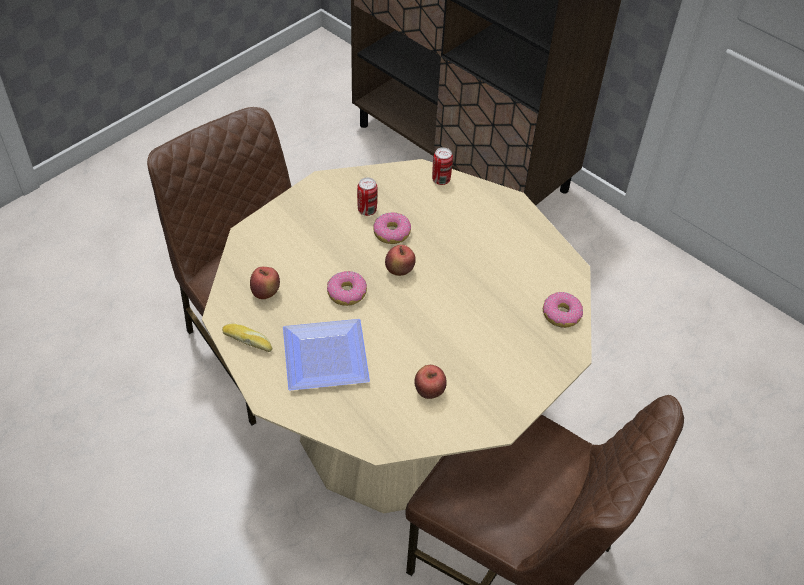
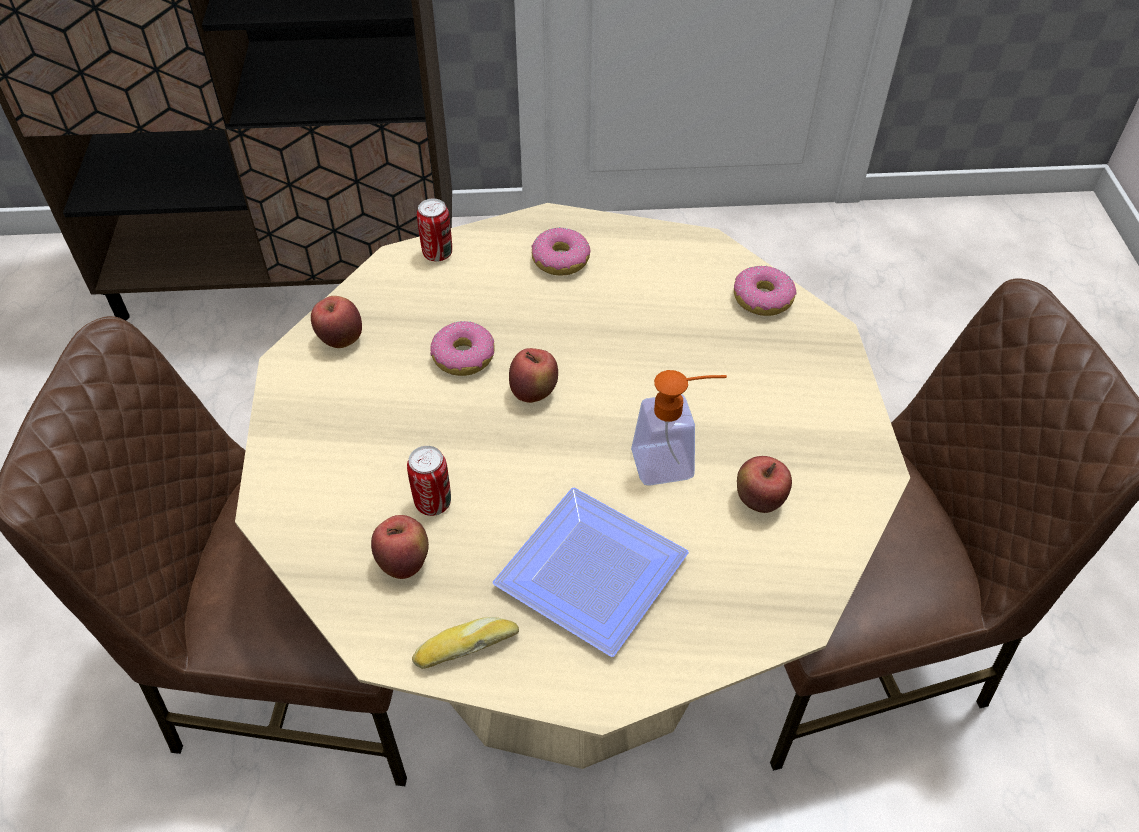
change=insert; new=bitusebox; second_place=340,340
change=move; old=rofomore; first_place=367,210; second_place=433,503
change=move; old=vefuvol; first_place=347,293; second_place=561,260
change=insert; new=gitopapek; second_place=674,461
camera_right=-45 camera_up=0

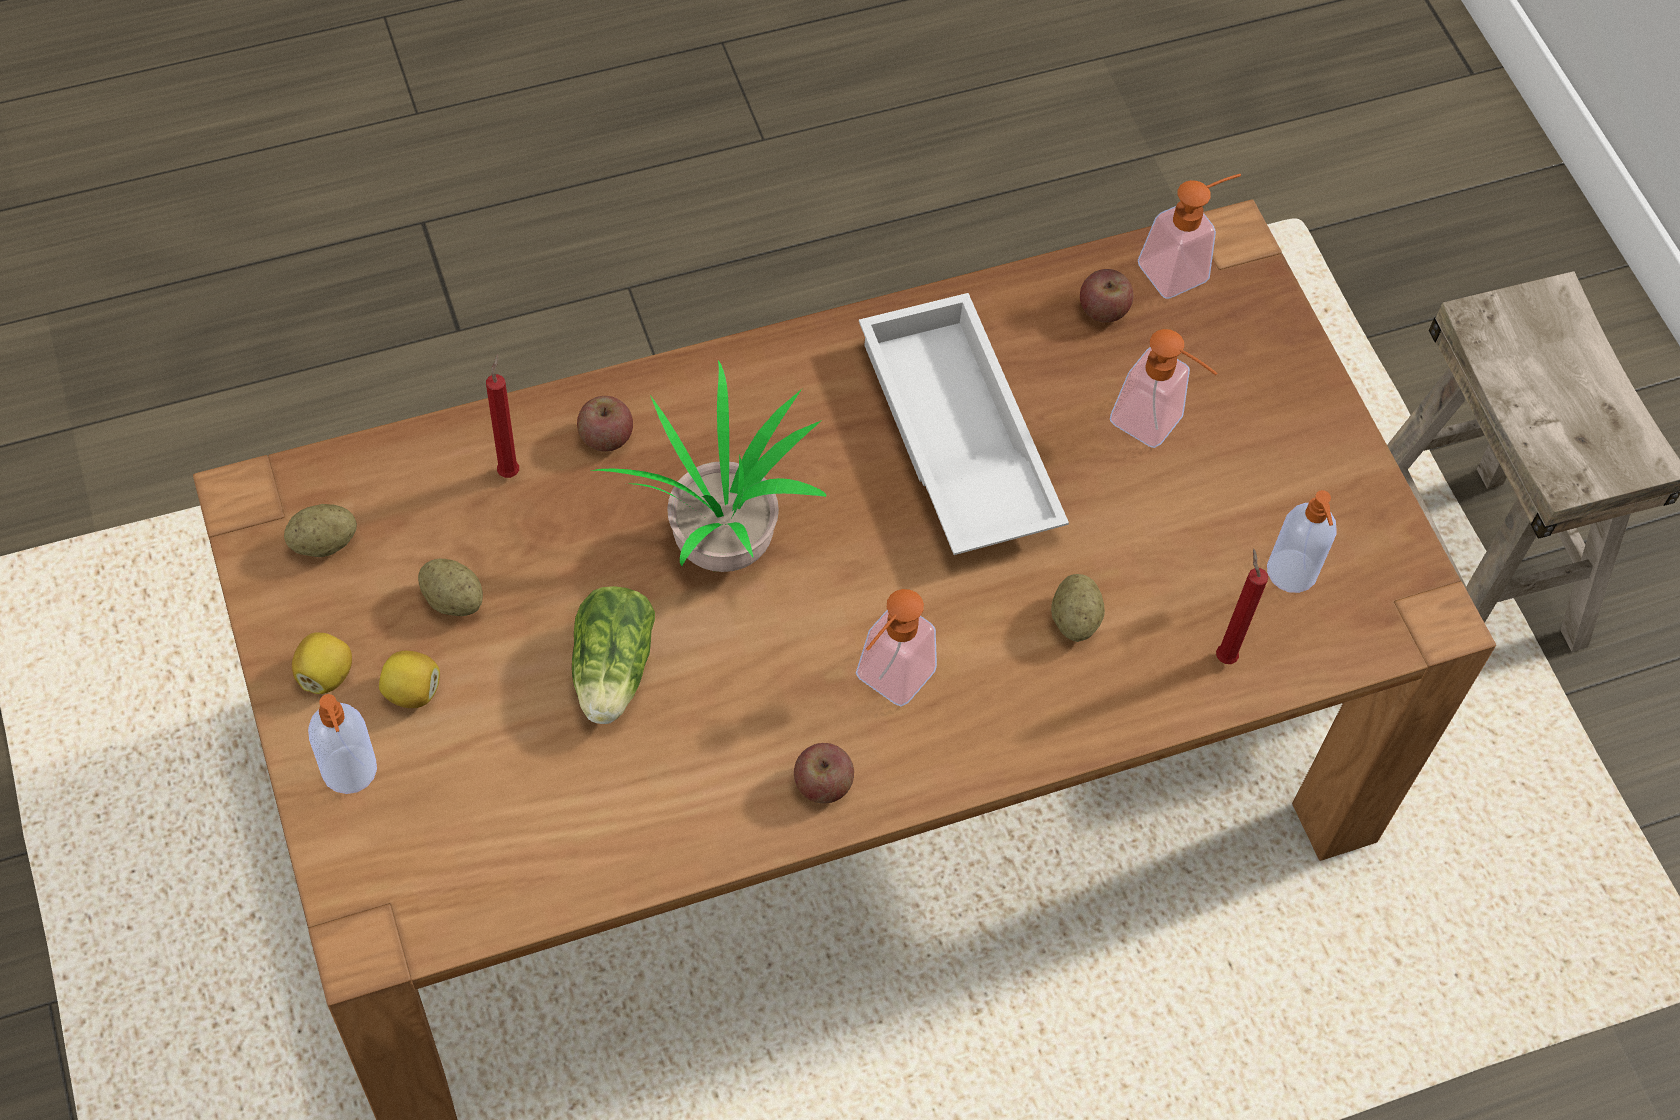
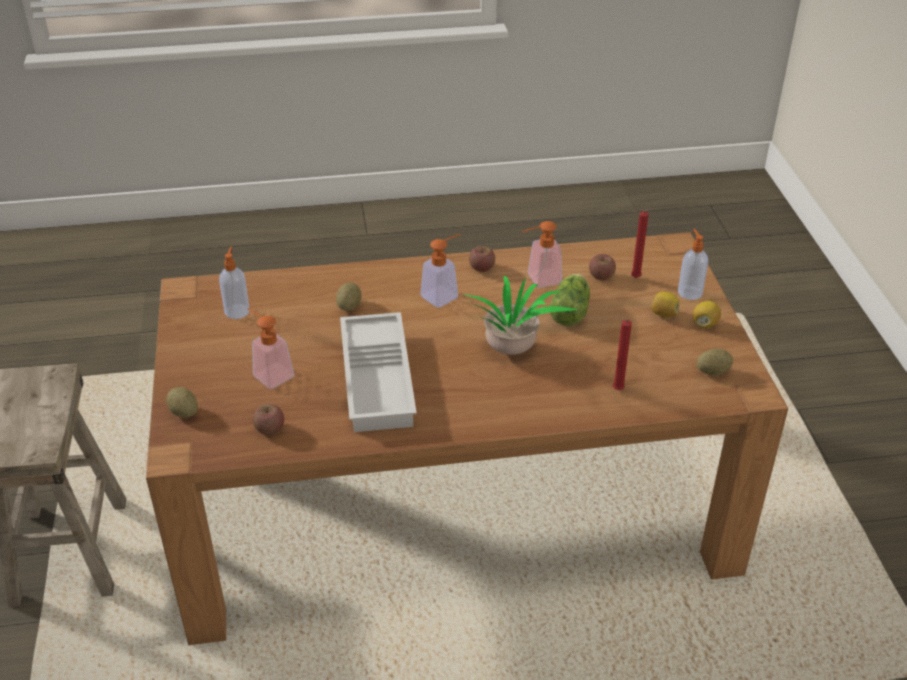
change=move; old=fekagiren; first_place=453,600; second_place=184,412
change=move; old=gitopapek; first_place=1183,268; second_place=538,280
change=move; old=bitusebox; first_place=606,437; second_place=601,276
change=move; old=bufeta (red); first_place=1224,655; second_place=636,279
camera_right=-165 camera_up=-20

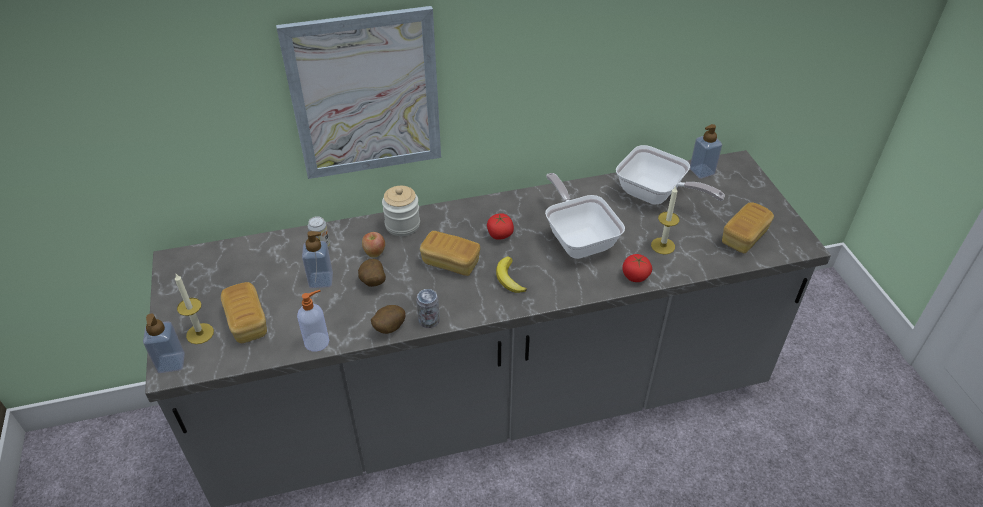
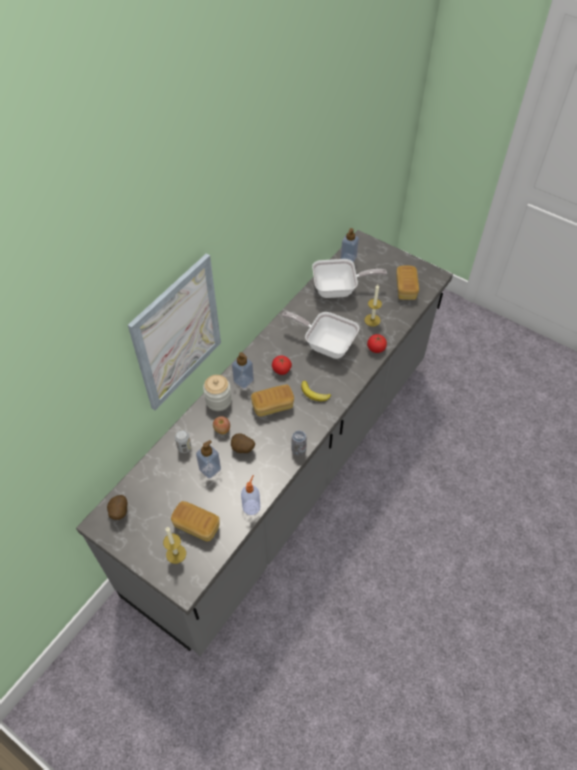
change=move; old=fekagiren; first_place=388,328; second_place=119,512
change=move; old=gitopapek; first_place=171,362; second_place=243,381
camera_right=-40 camera_up=10

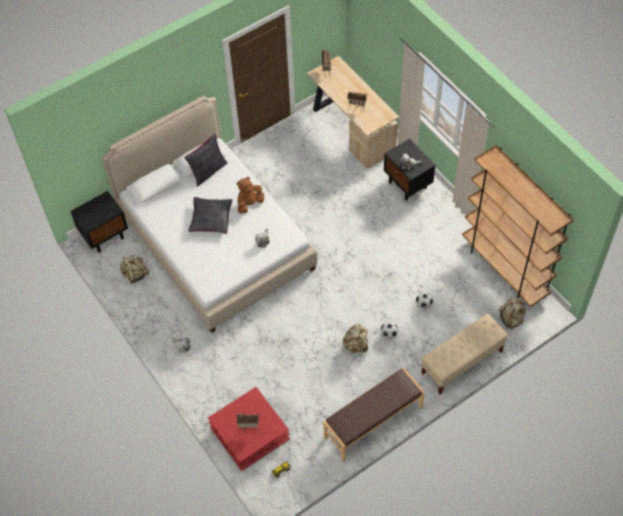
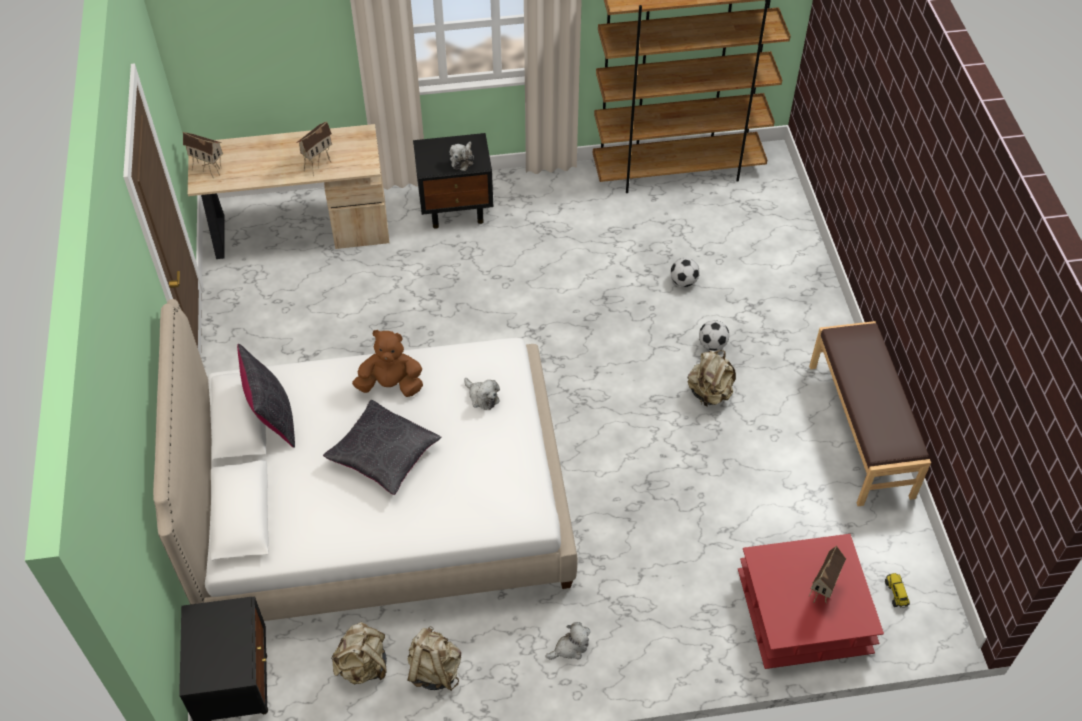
change=rotate; old=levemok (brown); first_place=249,203; second_place=391,385; degrees=105
change=move; old=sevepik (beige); first_place=511,319; second_place=434,670
change=delete; old=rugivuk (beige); first_place=461,363
camera_right=-65 camera_up=-5

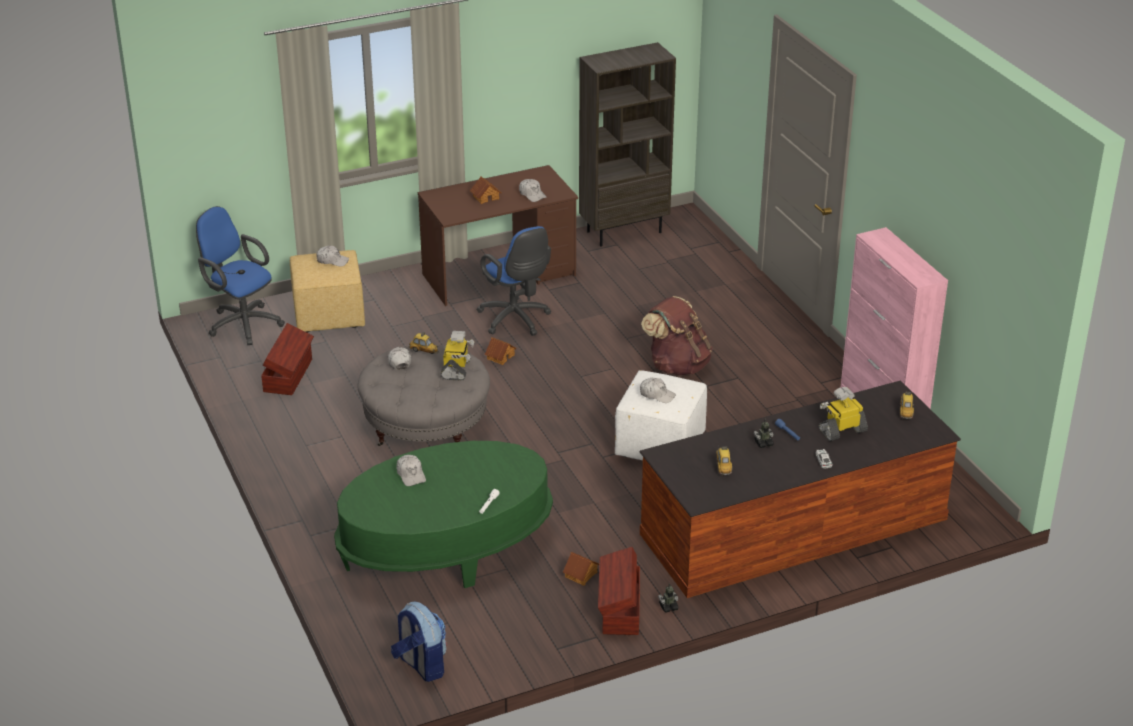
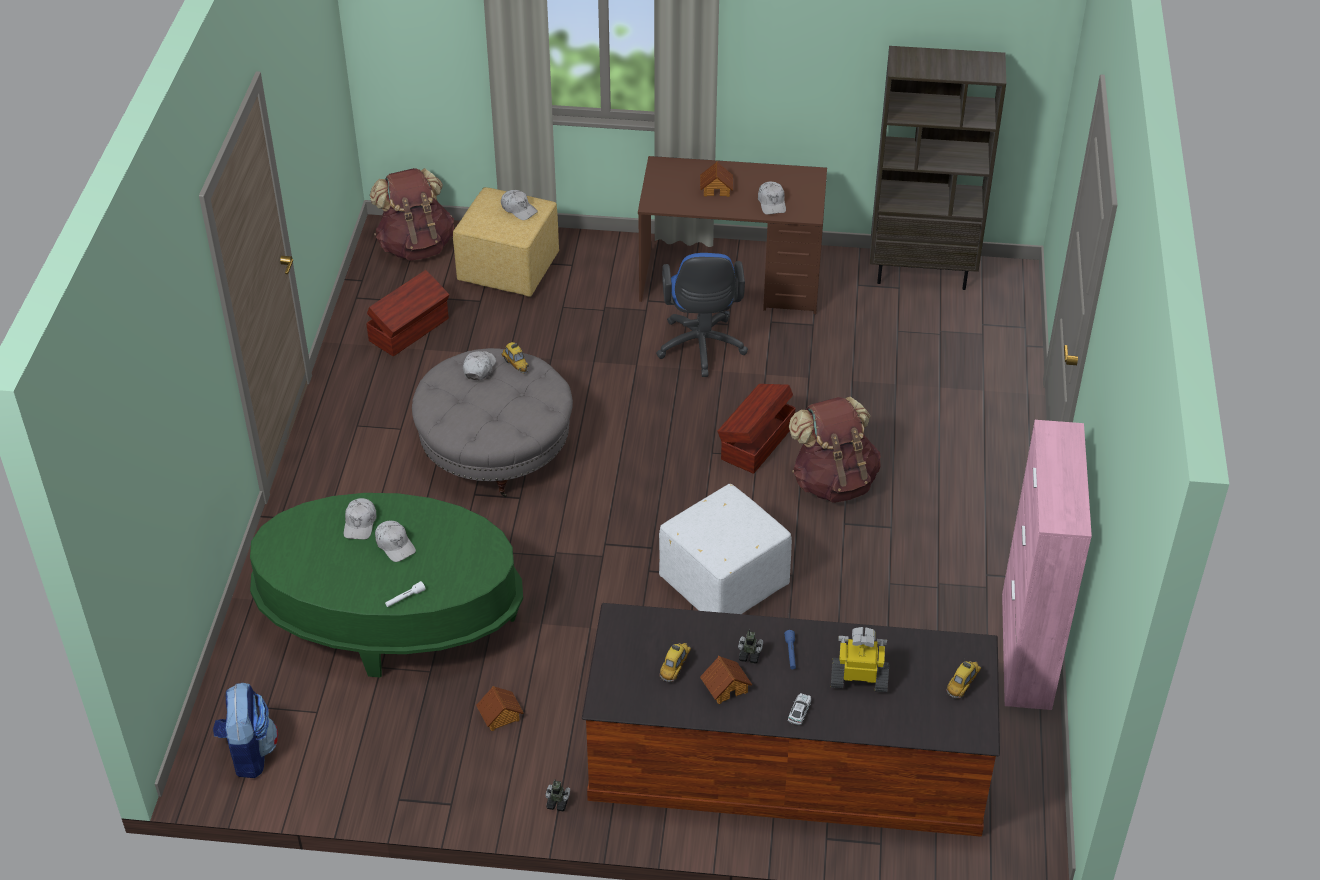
change=replace; old=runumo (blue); new=sevepik (brown); first_place=242,323; second_place=416,246
change=move; old=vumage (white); first_place=657,395; second_place=395,545
change=move; old=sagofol; first_place=500,357; second_place=725,687
change=move; old=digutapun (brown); first_place=619,609; second_place=756,442
change=delete; old=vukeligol; first_place=456,369
camera_right=30 camera_up=10

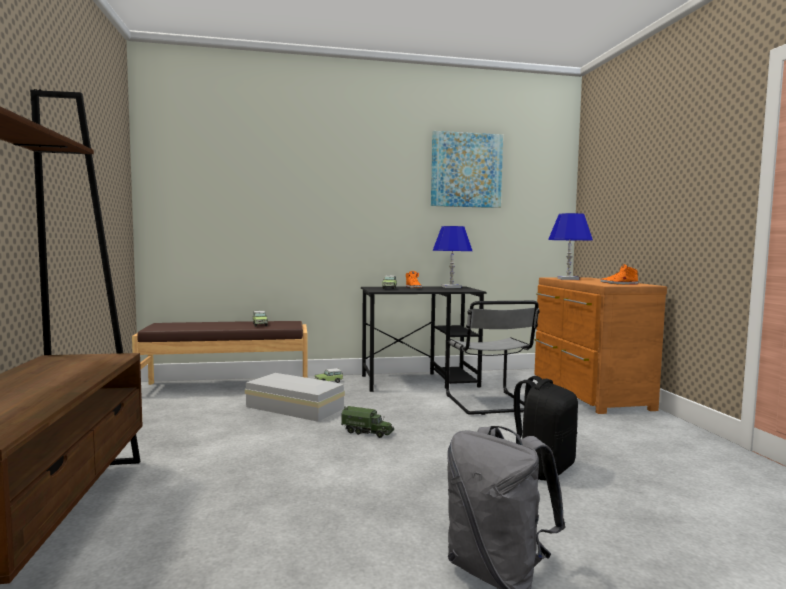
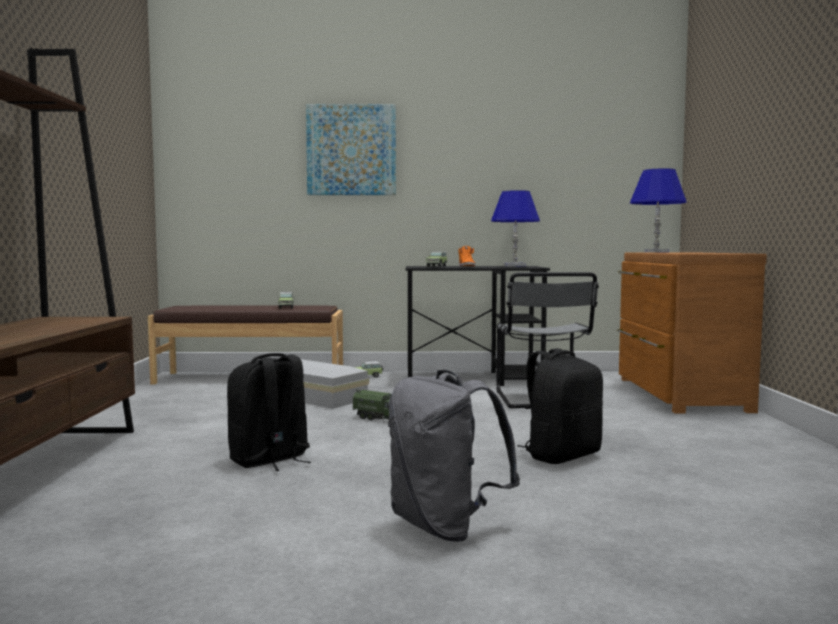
change=insert; new=sevepik (black); second_place=270,460
change=move; old=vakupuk; first_place=466,170; second_place=351,150
change=delete; old=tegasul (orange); first_place=619,284
camera_right=10 camera_up=0

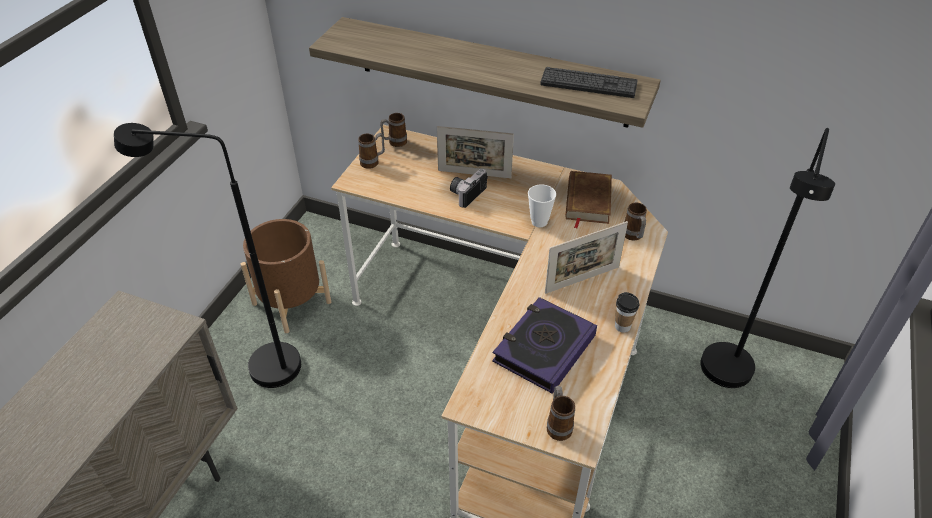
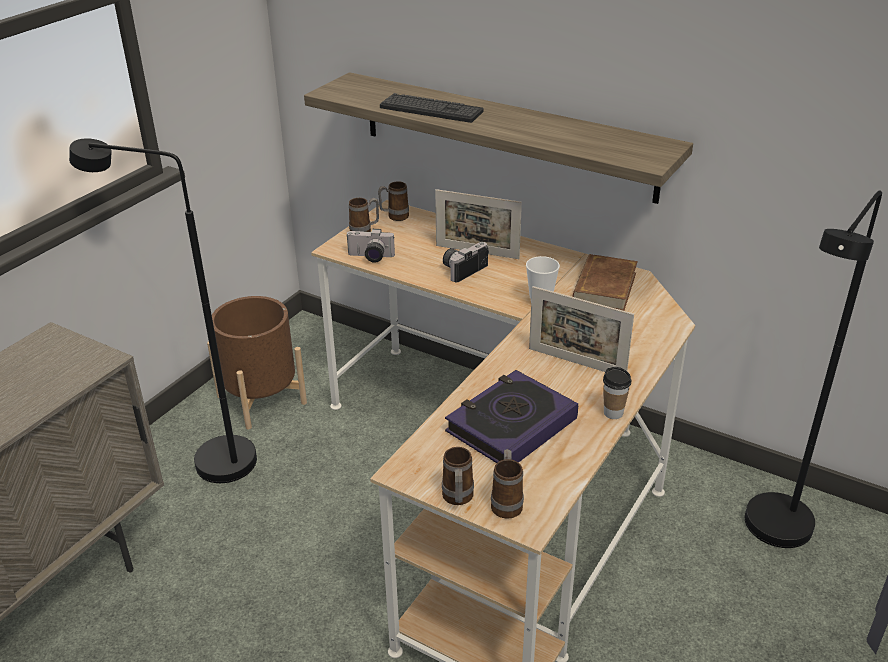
change=insert; new=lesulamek; second_place=370,257
change=move; old=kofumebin; first_place=588,83; second_place=431,109
change=move; old=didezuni; first_place=633,237; second_place=457,500
change=rotate; old=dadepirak; first_place=582,280; second_place=576,363; degrees=45
camera_right=10 camera_up=-10

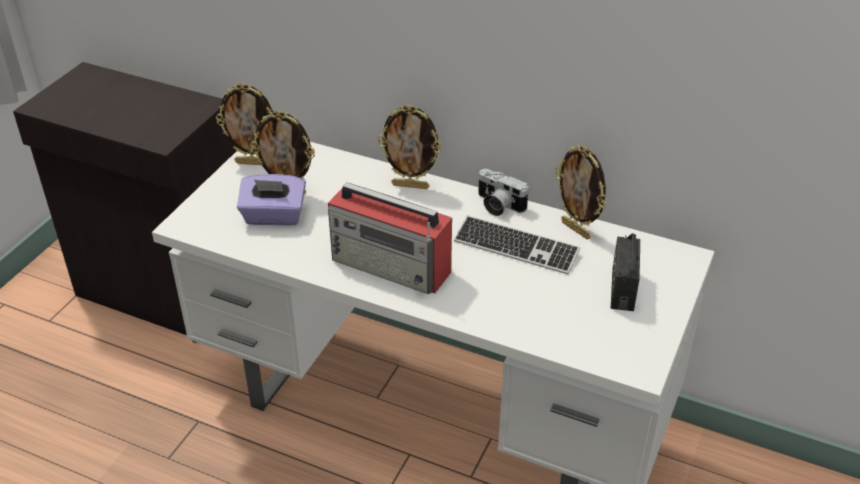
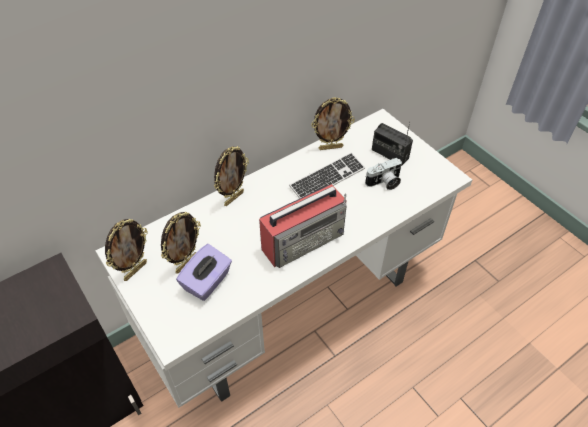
change=move; old=lesulamek; first_place=498,205; second_place=384,183
camera_right=-60 camera_up=10

